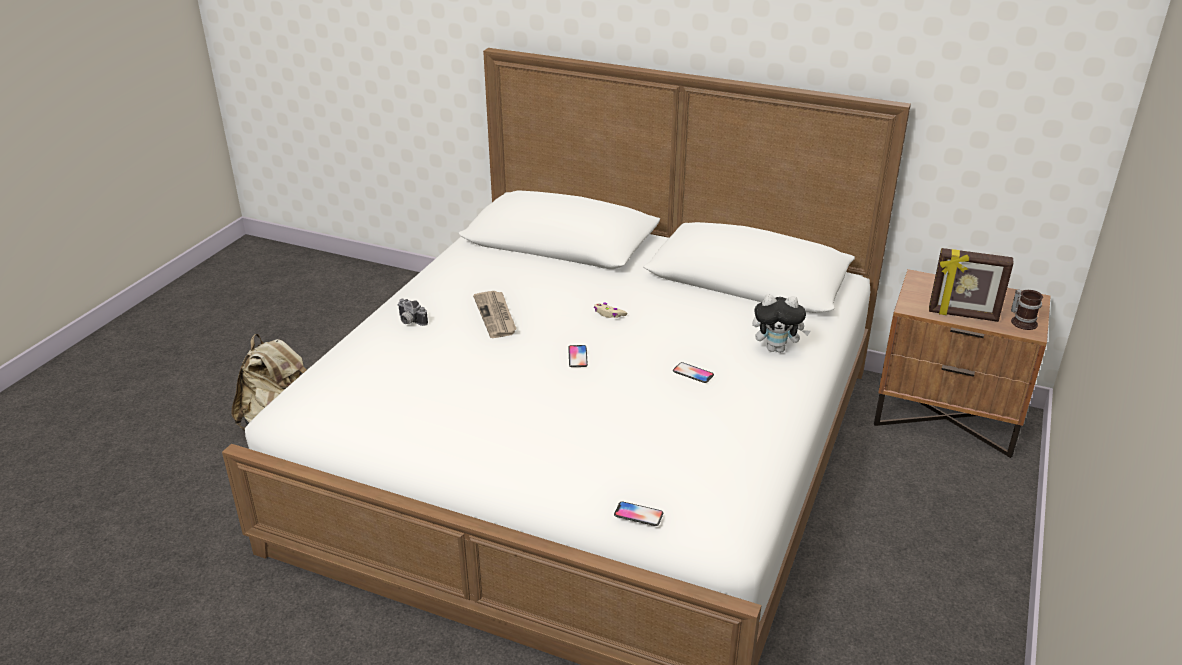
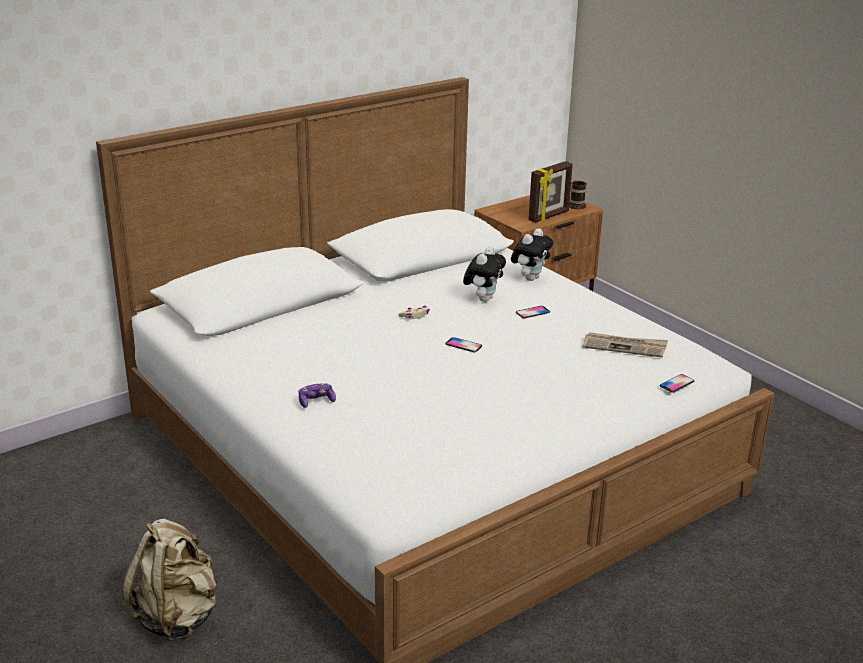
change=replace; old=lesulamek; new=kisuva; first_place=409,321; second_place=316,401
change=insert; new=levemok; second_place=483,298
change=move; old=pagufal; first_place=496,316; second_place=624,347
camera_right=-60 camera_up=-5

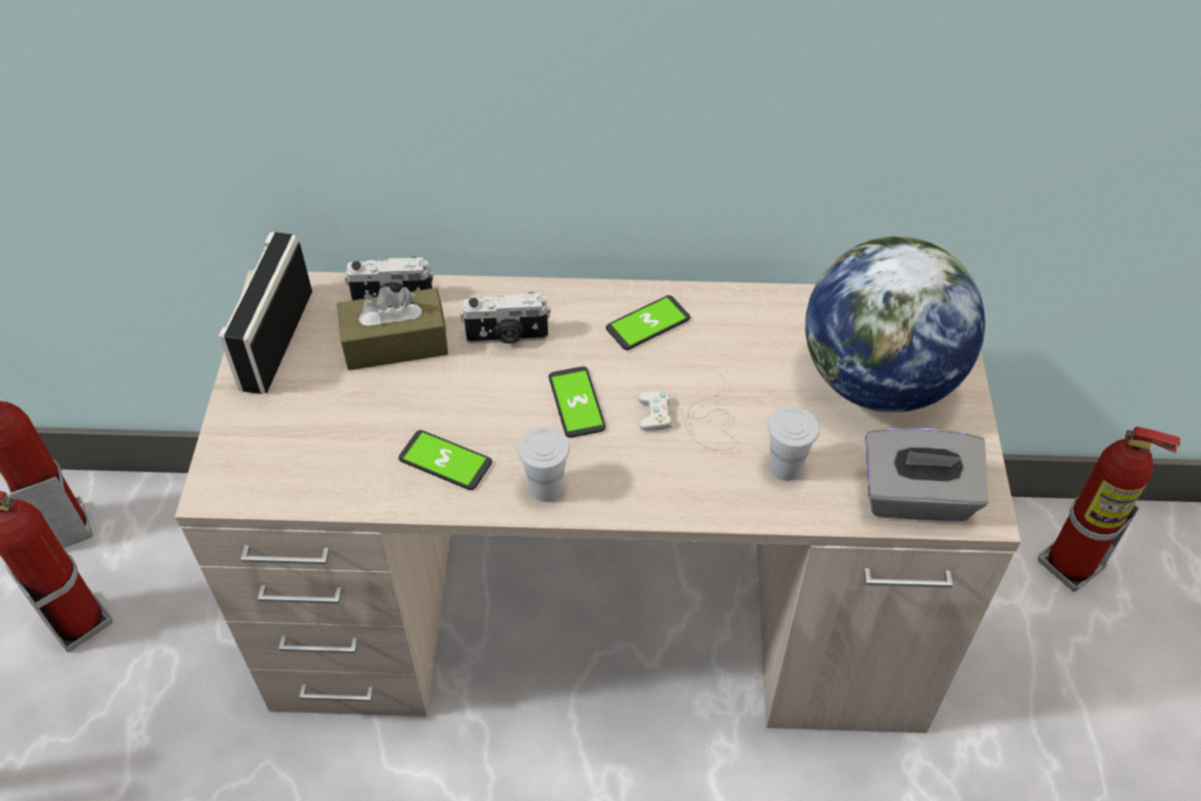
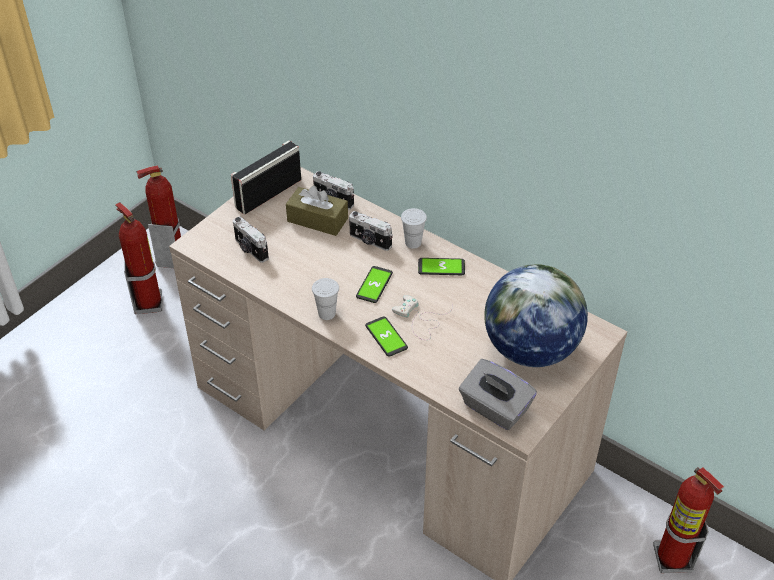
change=insert; new=lesulamek; second_place=250,249
change=move; old=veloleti; first_place=445,461; second_place=386,337
change=move; old=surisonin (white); first_place=785,468; second_place=413,243
camera_right=35 camera_up=-5

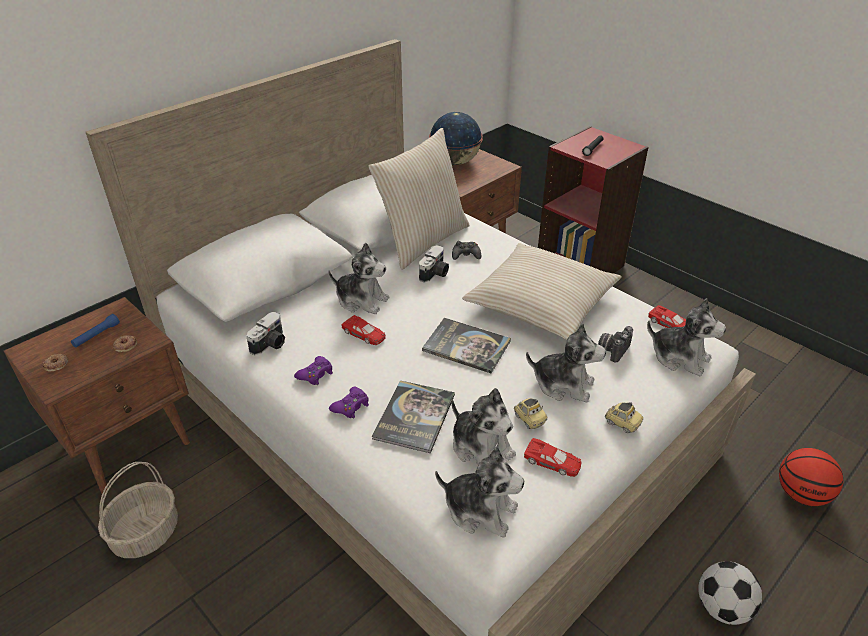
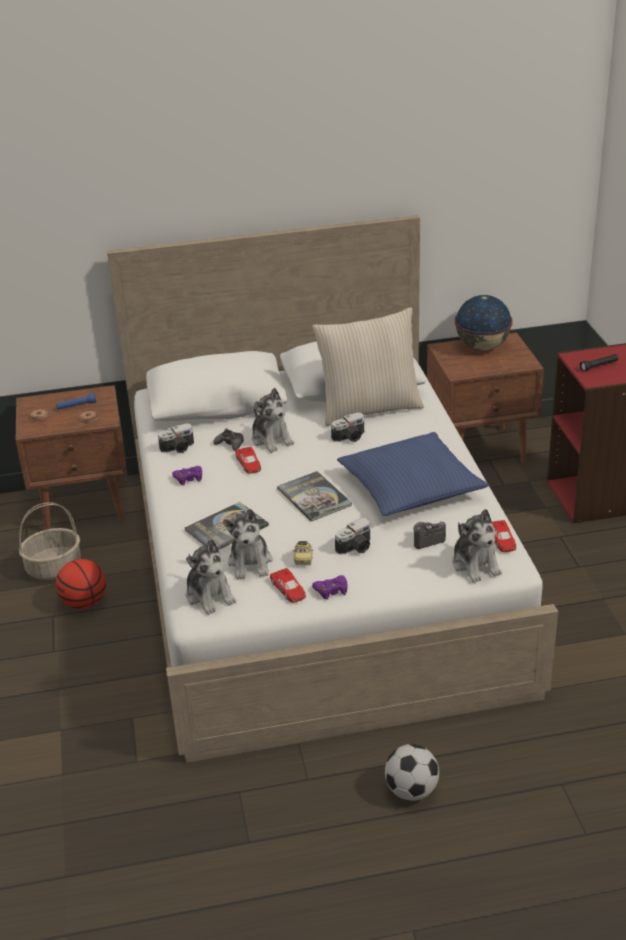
change=move; old=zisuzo; first_place=801,494; second_place=84,603
change=move; old=kisuva (black); first_place=466,255; second_place=230,444
change=move; old=kisuva (purple); first_place=351,406; second_place=331,590
change=replace; old=levemok; new=lesulamek; first_place=563,384; second_place=356,548
change=recolor; old=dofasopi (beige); new=dofasopi (blue); first_place=541,303; second_place=410,487
change=delete; old=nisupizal; first_place=622,423
camera_right=35 camera_up=-5

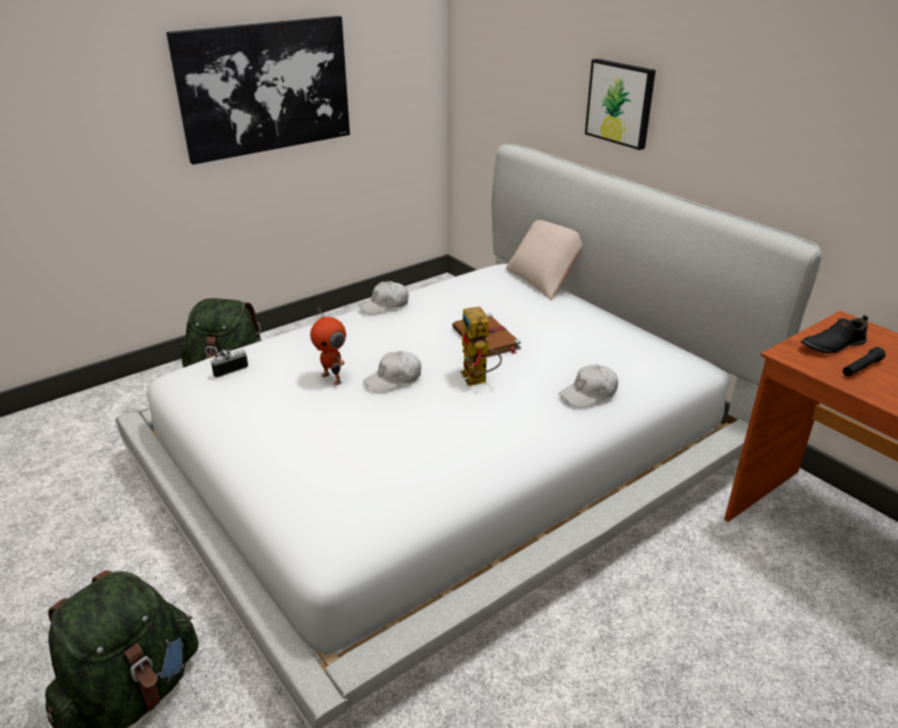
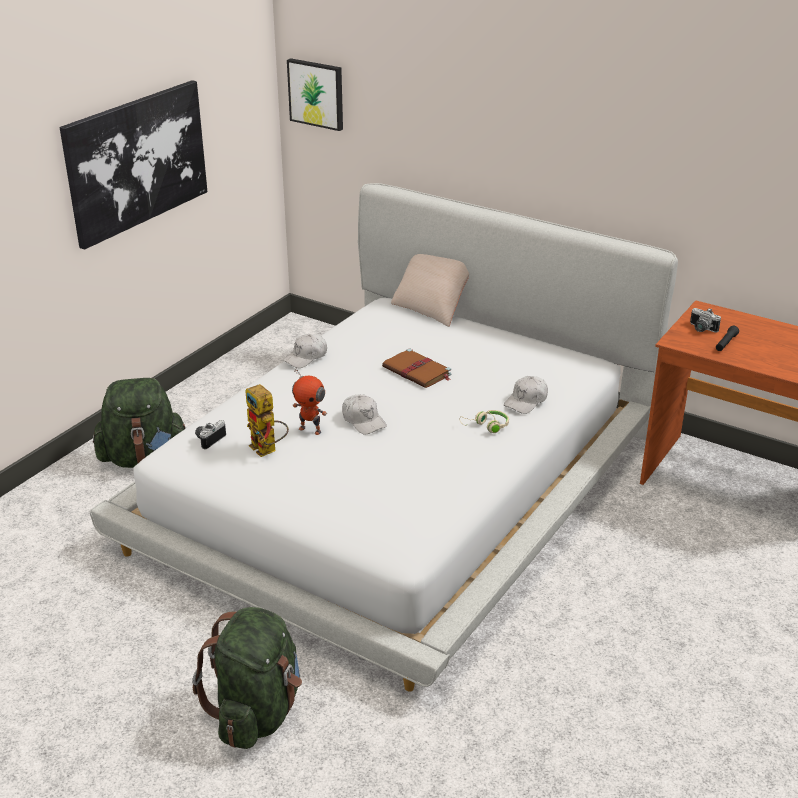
change=move; old=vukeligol; first_place=478,380; second_place=268,450
change=move; old=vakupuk; first_place=620,103; second_place=316,93
change=rotate; old=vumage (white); first_place=393,379; second_place=363,420; degrees=-75
change=insert; new=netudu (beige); second_place=486,426
change=replace; old=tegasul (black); new=lesulamek; first_place=832,345; second_place=701,329
camera_right=-20 camera_up=0

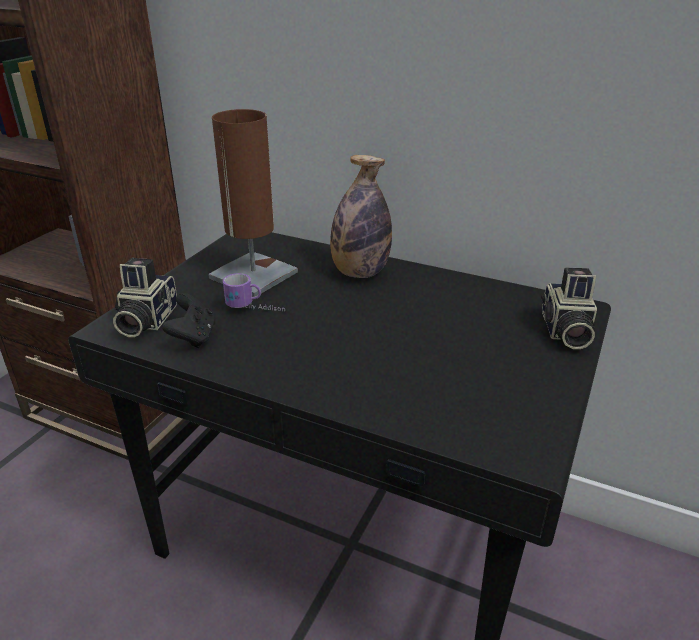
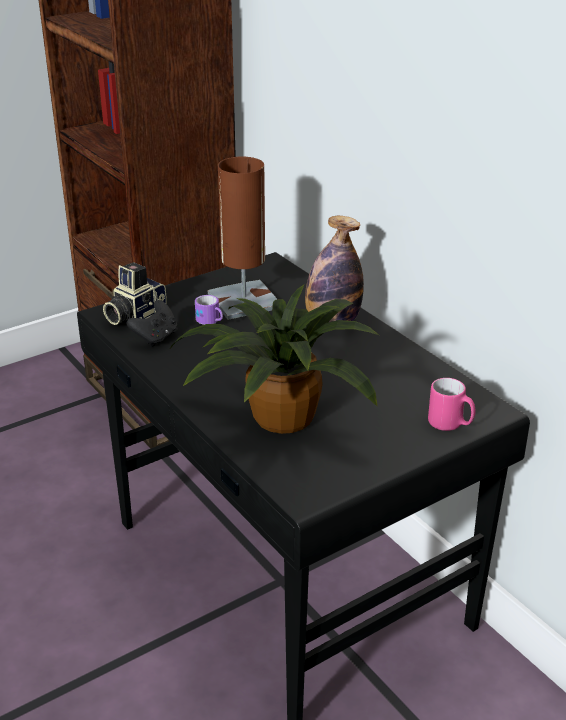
change=insert; new=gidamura; second_place=277,417
change=replace; old=lesulamek; new=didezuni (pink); first_place=564,331; second_place=450,425
camera_right=30 camera_up=0

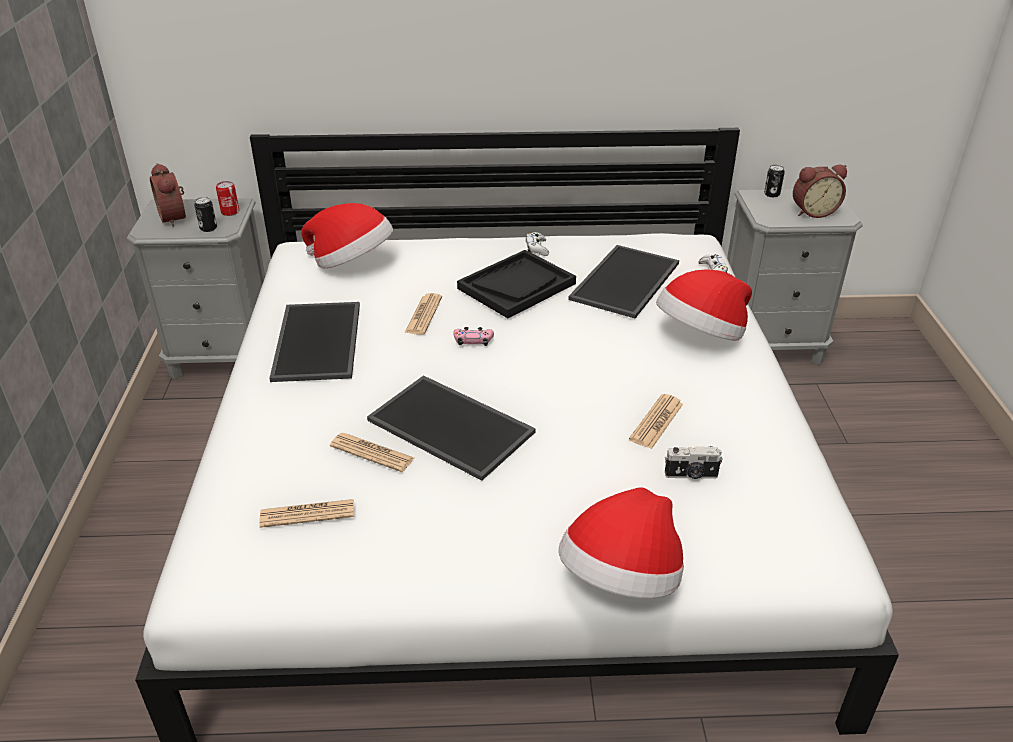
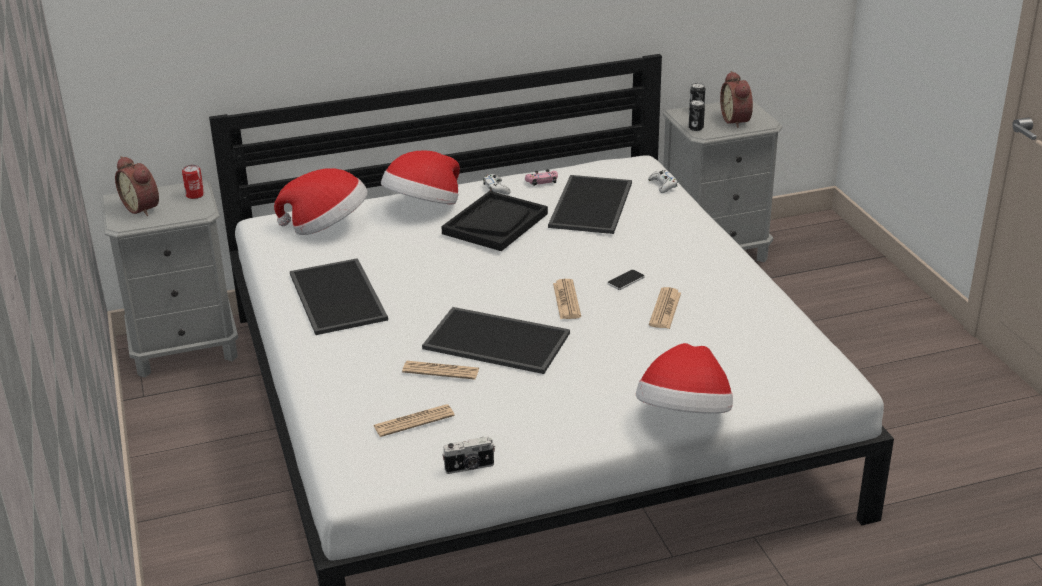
change=move; old=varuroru; first_place=701,336; second_place=423,207
change=move; old=lesulamek; first_place=691,475; second_place=469,467
change=move; old=kisuva (pink); first_place=473,340; second_place=542,182
change=move; old=pagufal; first_place=423,315; second_place=566,300
change=insert; new=veloleti; second_place=626,280
change=move; old=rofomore; first_place=208,228; second_place=695,128
change=rotate; old=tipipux; first_place=813,212; second_place=737,120; degrees=105
camera_right=-15 camera_up=-5

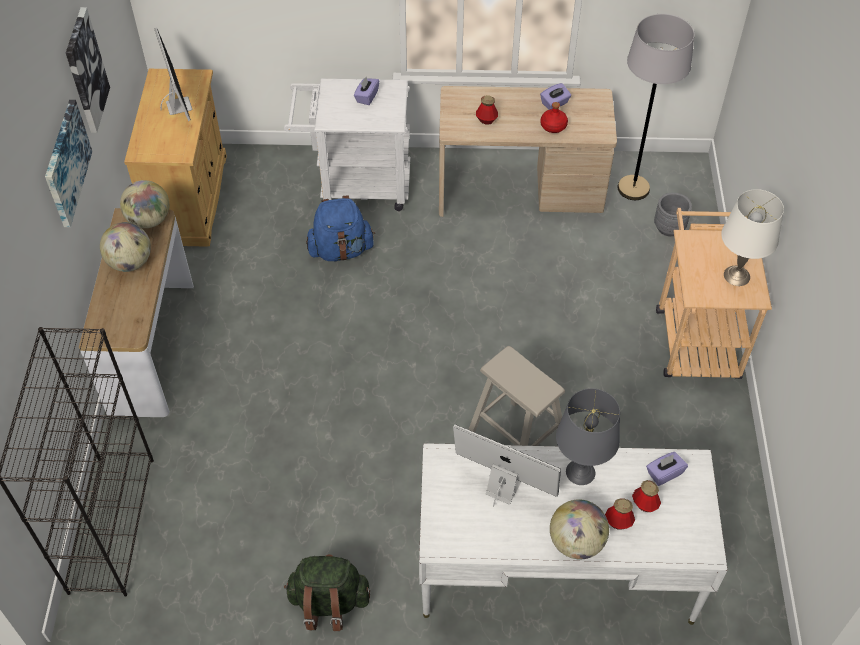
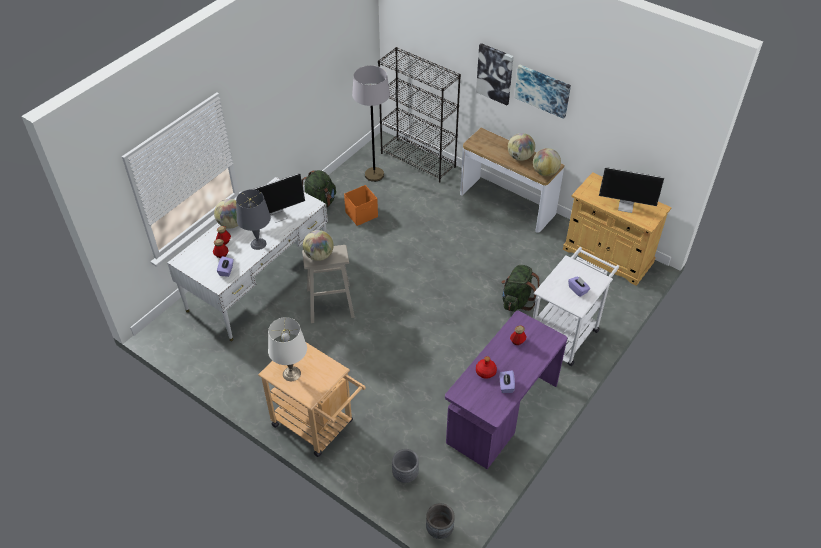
change=insert; new=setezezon; second_place=319,256
change=insert; new=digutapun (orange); second_place=362,214
change=move; old=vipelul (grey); first_place=633,188; second_place=374,175
change=insert; new=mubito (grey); second_place=439,529
change=recolor; old=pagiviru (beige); new=pagiviru (purple); first_place=520,190; second_place=501,413
change=move; old=vakupuk; first_place=85,71; second_place=495,73
change=recolor; old=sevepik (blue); new=sevepik (green); first_place=341,250; second_place=517,300
camera_right=125 camera_up=-5

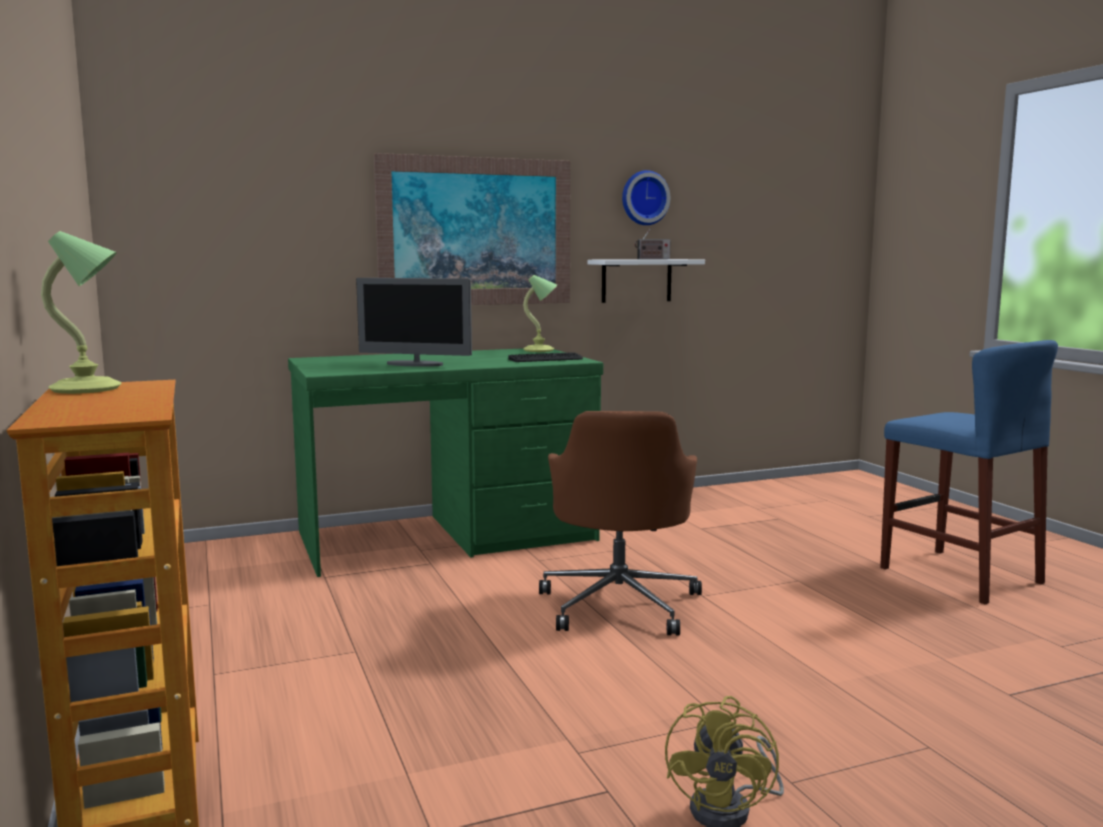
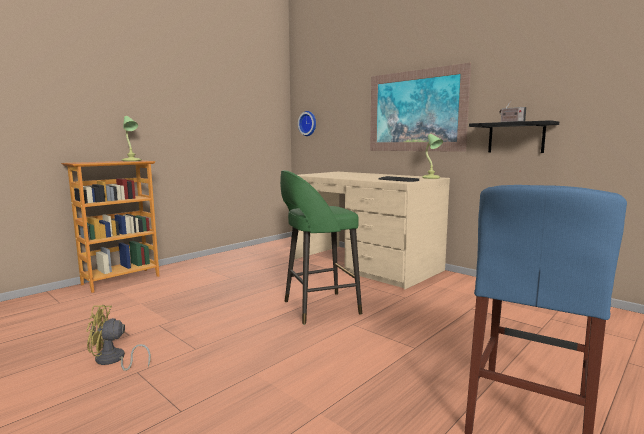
change=replace; old=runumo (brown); new=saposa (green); first_place=620,604; second_place=319,308
change=recolor; old=pagiviru (green); new=pagiviru (beige); first_place=448,536; second_place=365,264
change=move; old=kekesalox; first_place=644,198; second_place=308,123
change=recolor; old=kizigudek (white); new=kizigudek (black); first_place=636,280; second_place=516,137
change=delete; old=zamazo; first_place=415,364
camera_right=65 camera_up=0

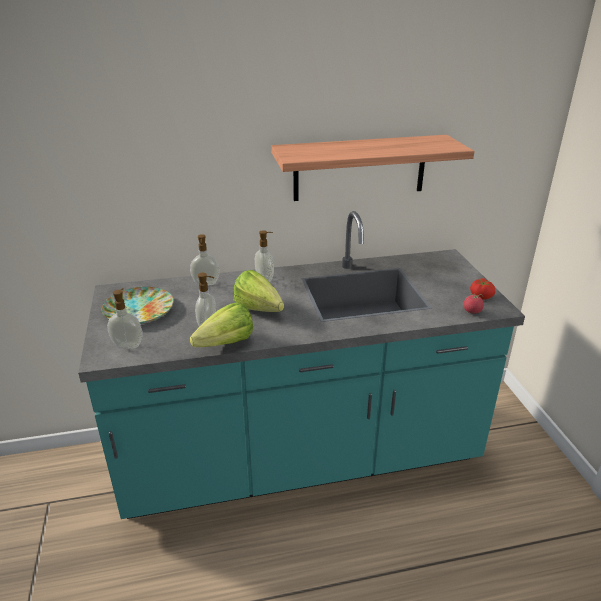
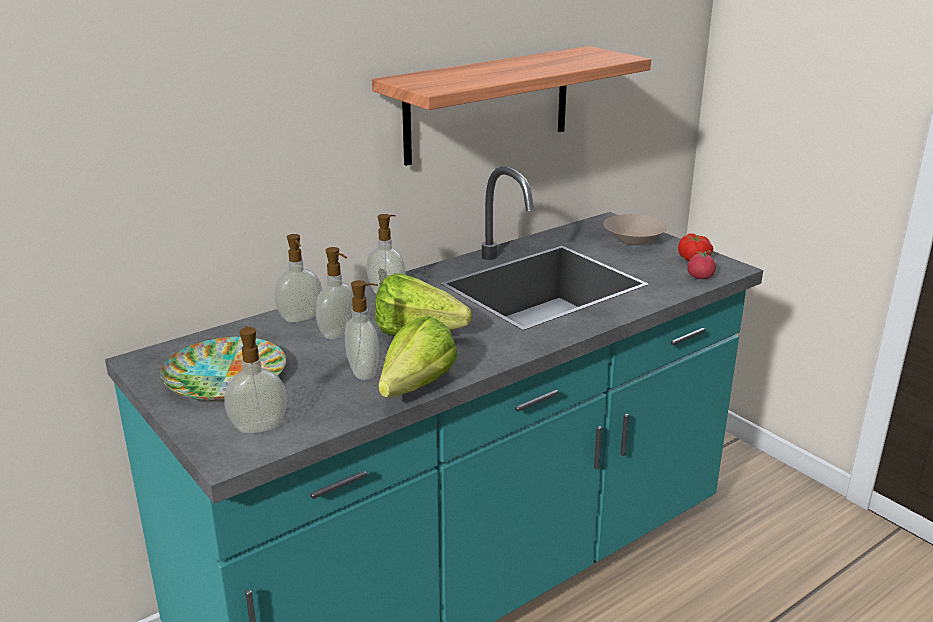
change=insert; new=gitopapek; second_place=339,334
change=insert; new=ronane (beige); second_place=634,240
camera_right=-25 camera_up=-5

